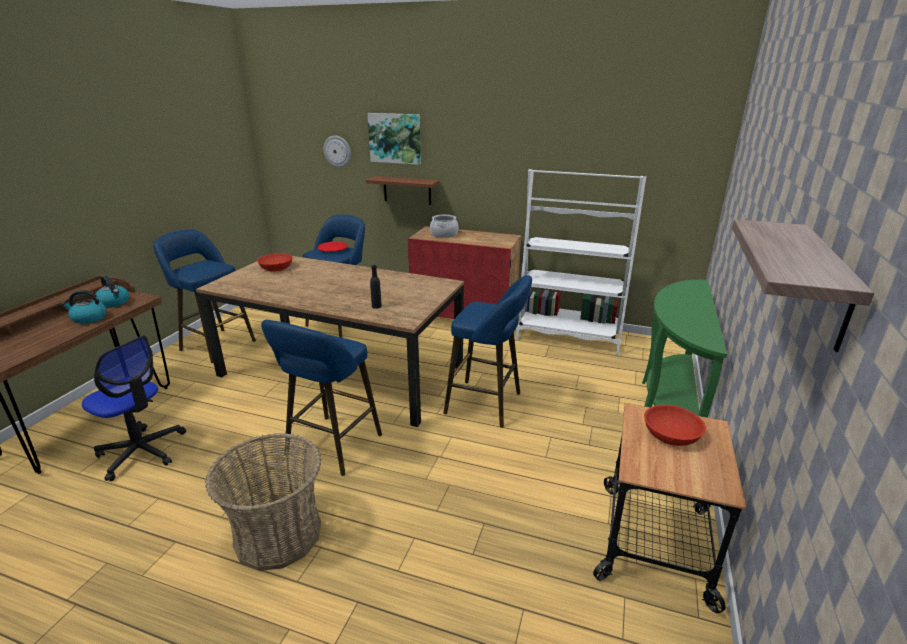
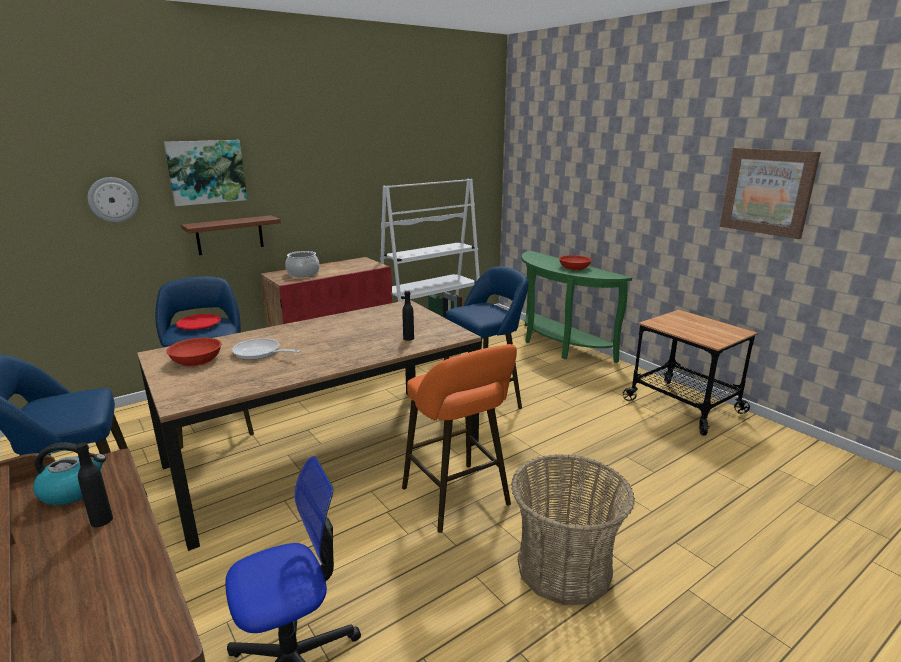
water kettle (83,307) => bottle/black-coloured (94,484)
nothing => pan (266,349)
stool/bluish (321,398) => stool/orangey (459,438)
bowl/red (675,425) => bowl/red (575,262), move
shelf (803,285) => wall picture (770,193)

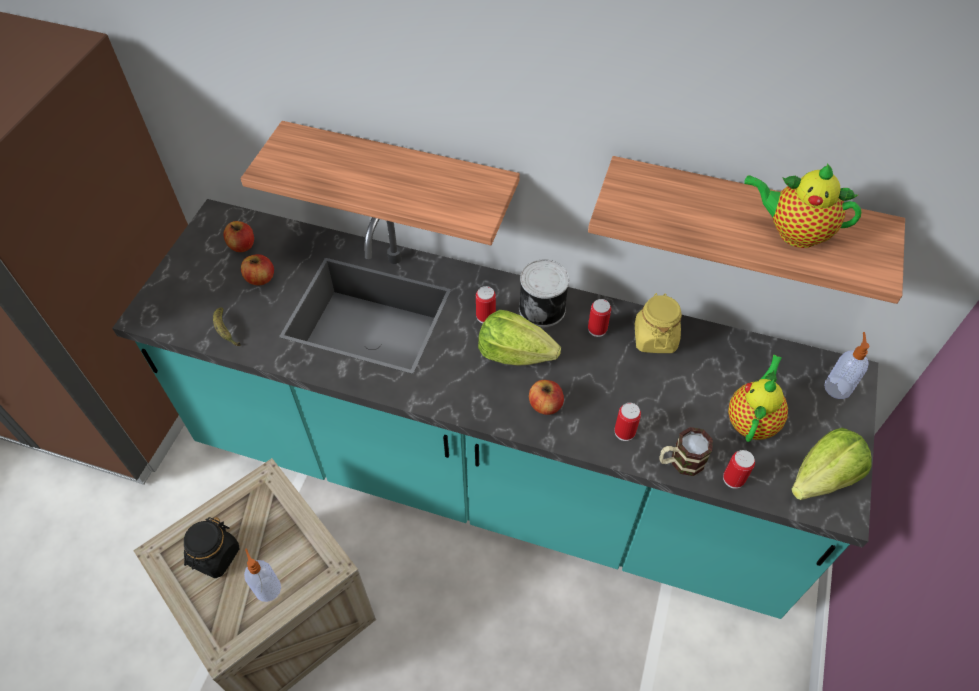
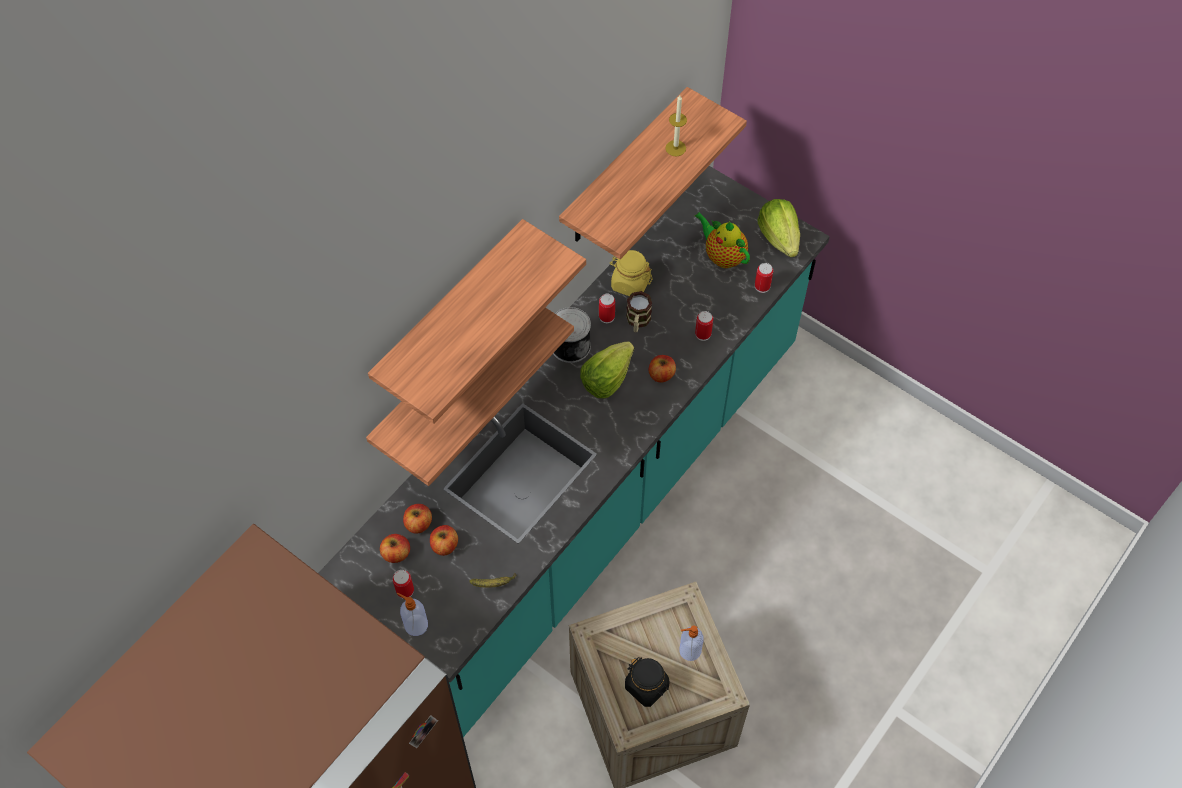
nothing => shelf (477,321)
can (486,304) => can (403,584), move
soap dispenser (846,365) => soap dispenser (412,614), move
nothing => apple (417,519)
tea mug (686,451) => tea mug (639,312), move
tea pot (802,206) => wax candle (676,125)

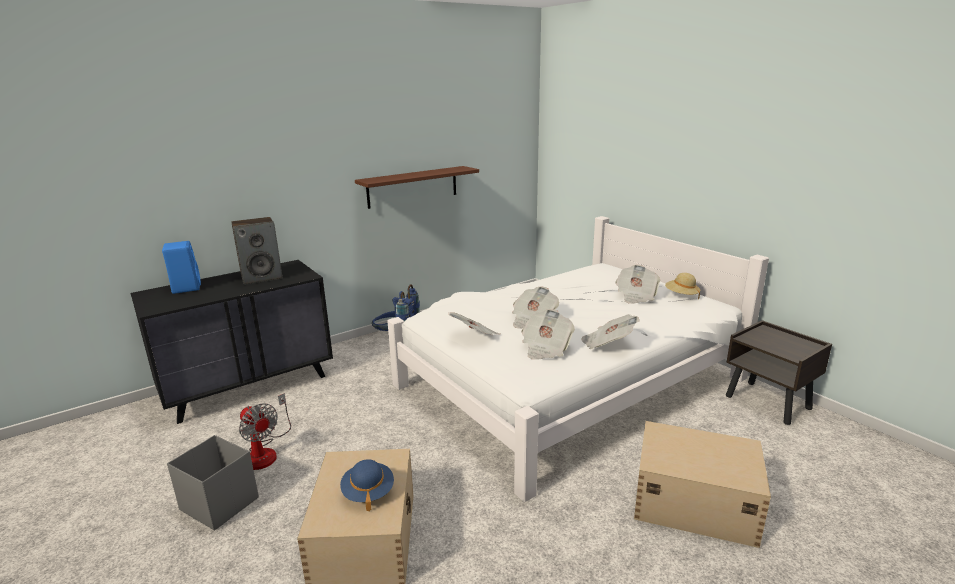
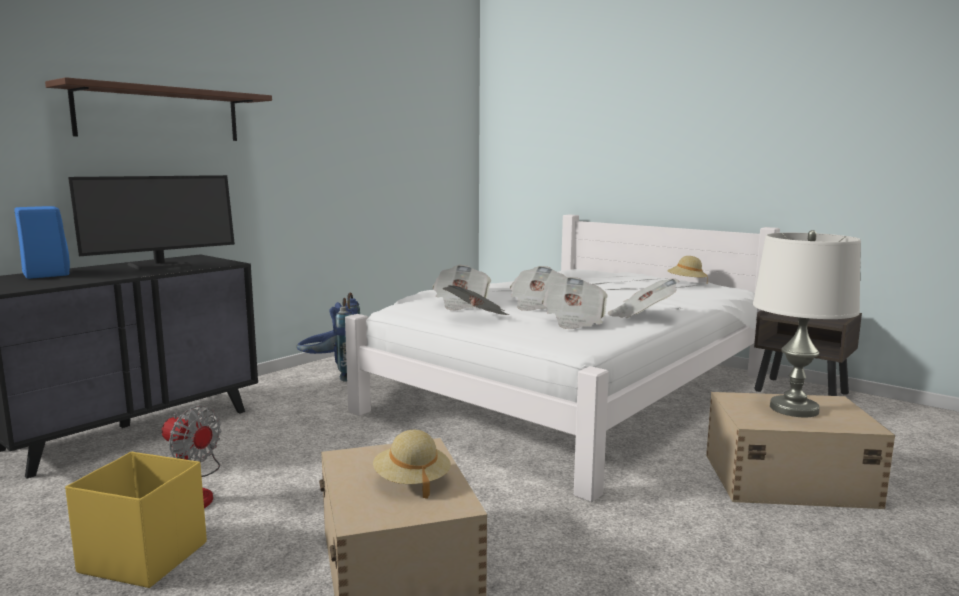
shelf/brown (417,187) => shelf/brown (158,109), move
storage container/grey (213,483) => storage container/yellow-coloured (136,520)
loudspeaker (257,251) => computer screen (151,223)
hat/bluish (367,485) => hat/sand-coloured (412,464)
newspaper (637,284) => newspaper (461,287), move
nothing => tabletop lamp/whitish (807,323)

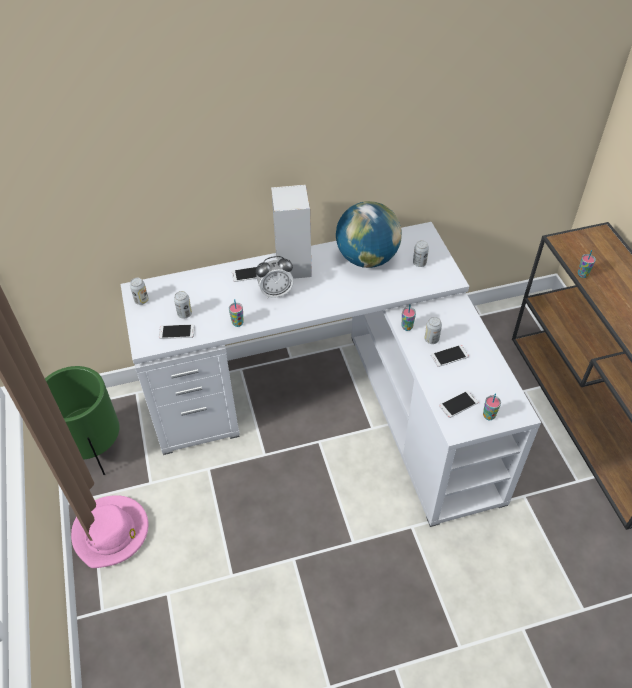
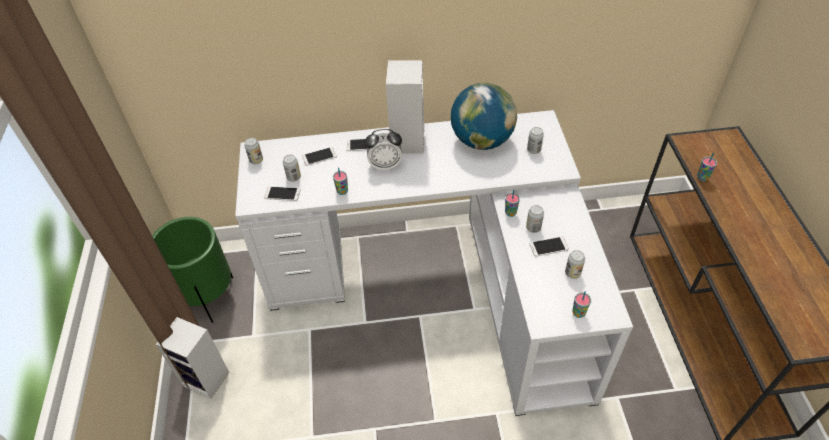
hat/pink-coloured (109,531) => loudspeaker (192,358)
telephone (458,404) => telephone (319,156), move
nothing => can (575,264)

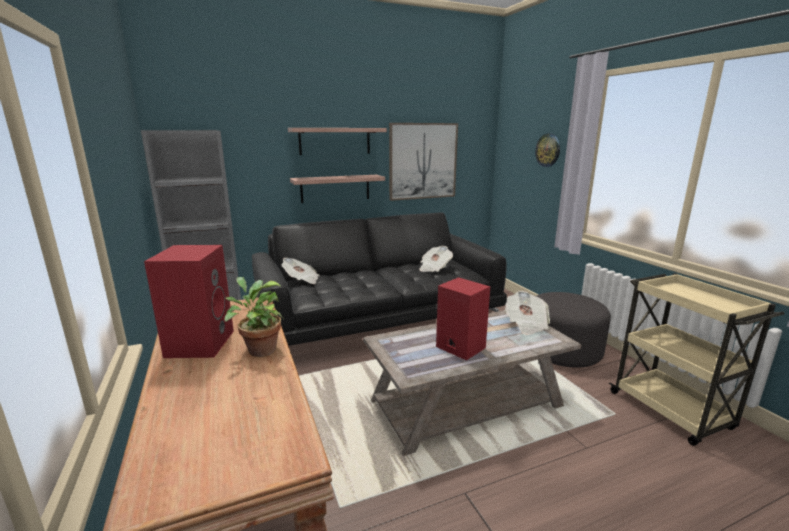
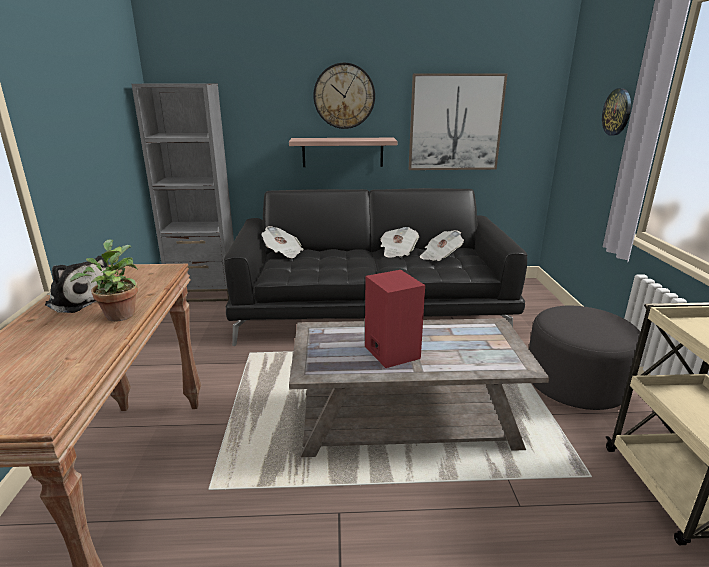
loudspeaker/red (189,301) => cuddly toy (76,284)
shelf (337,141) => wall clock (344,96)
newspaper (527,313) => newspaper (399,242), move

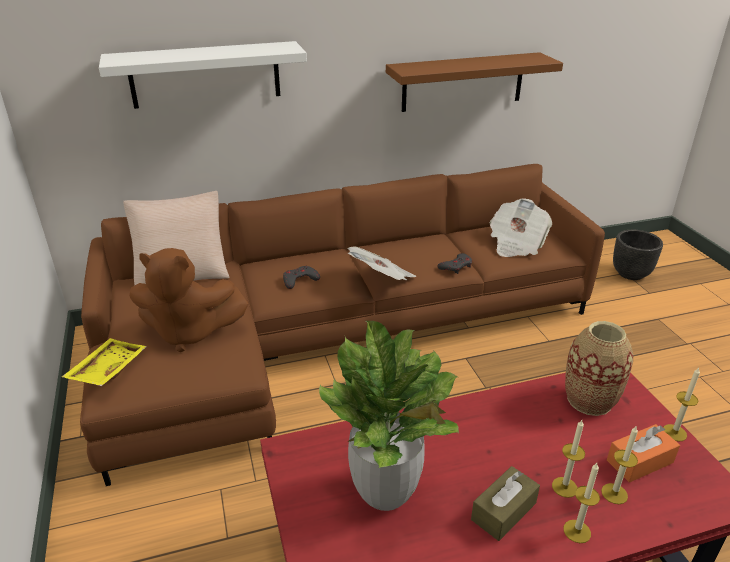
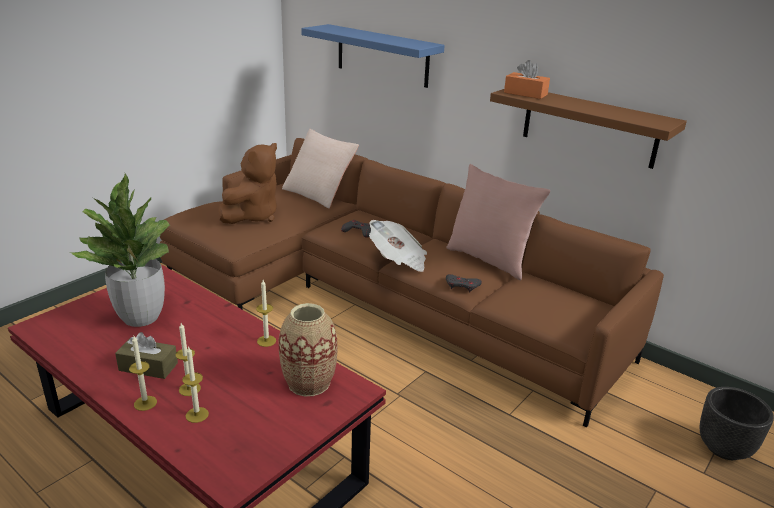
cuddly toy/brown (188,300) => cuddly toy/brown (247,183), 120 degrees counterclockwise
wax candle (681,405) => wax candle (266,313), move
shelf/whitish (203,75) => shelf/bluish (373,56)
nothing => throw pillow/pink-coloured (498,222)
tissue box/orangey (643,453) => tissue box/orangey (527,79), move
serving tray/yellow-coloured (104,362) => nothing
newspaper (520,227) => nothing

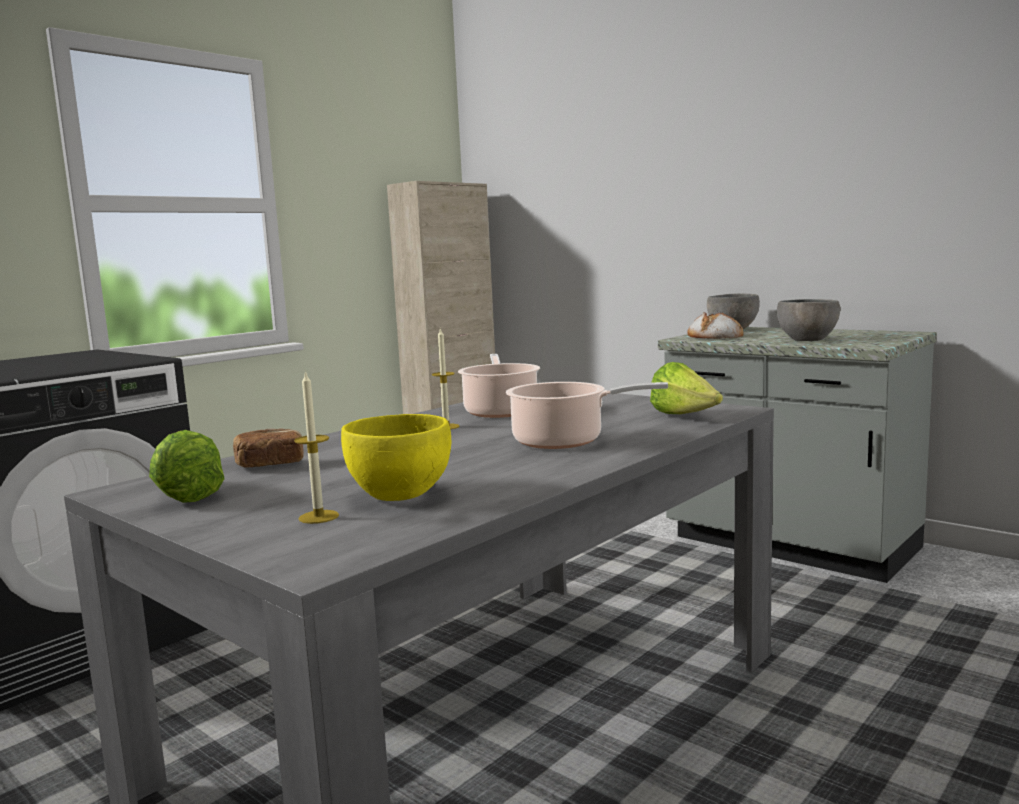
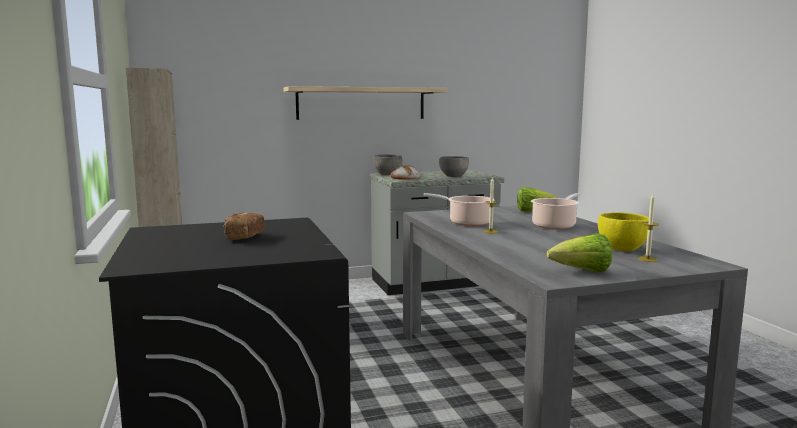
bakery bread (268,448) => bakery bread (244,226), move
nothing => shelf (365,103)

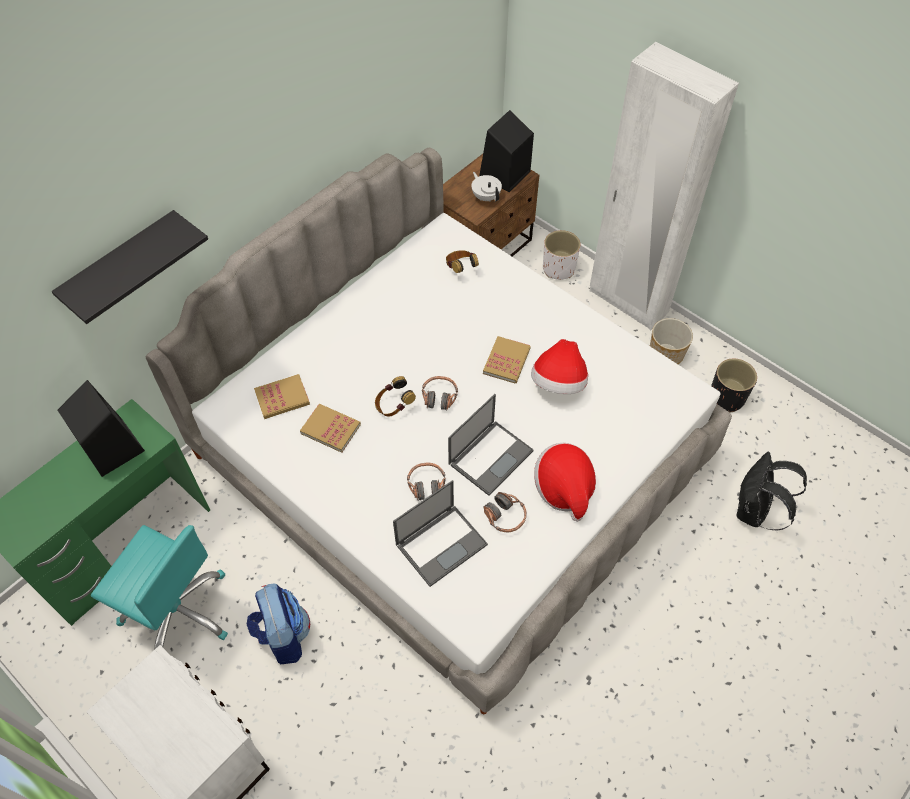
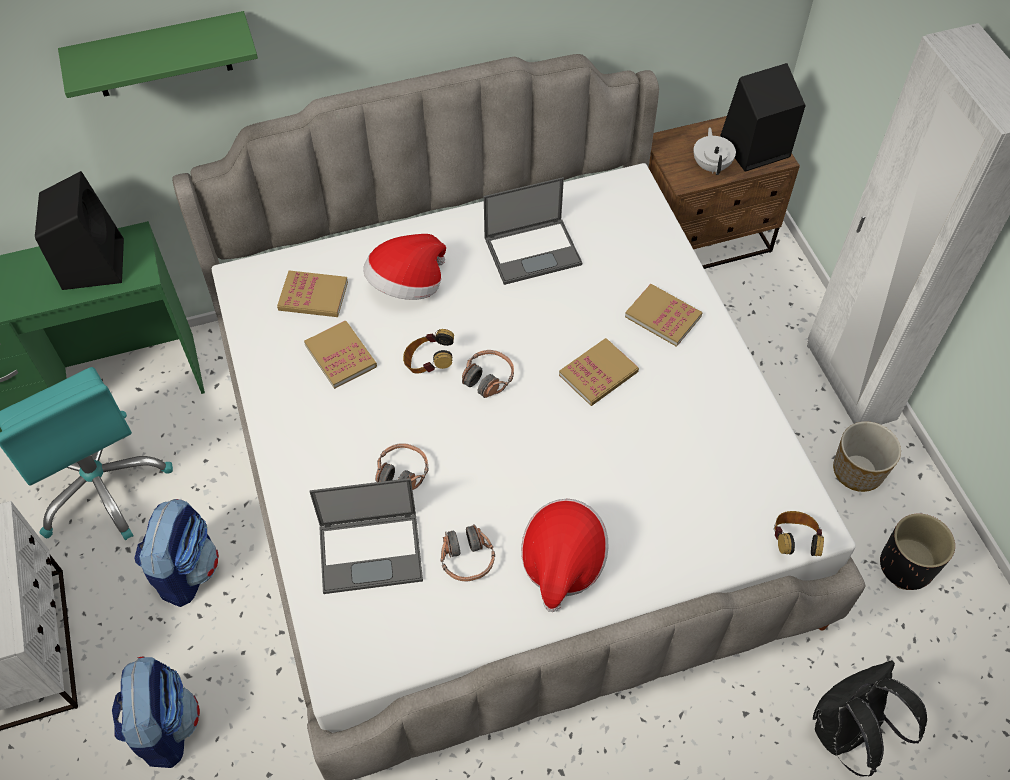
shelf/black-coloured (130,267) => shelf/green-coloured (158,54)
nothing => backpack (156,712)
hat (559,366) => hat (404,267), move
notebook computer (491,445) => notebook computer (533,231), move
nothing => book (664,315)
pair of headphones (462,261) => pair of headphones (799,533), move
planter/whitish (562,255) => nothing

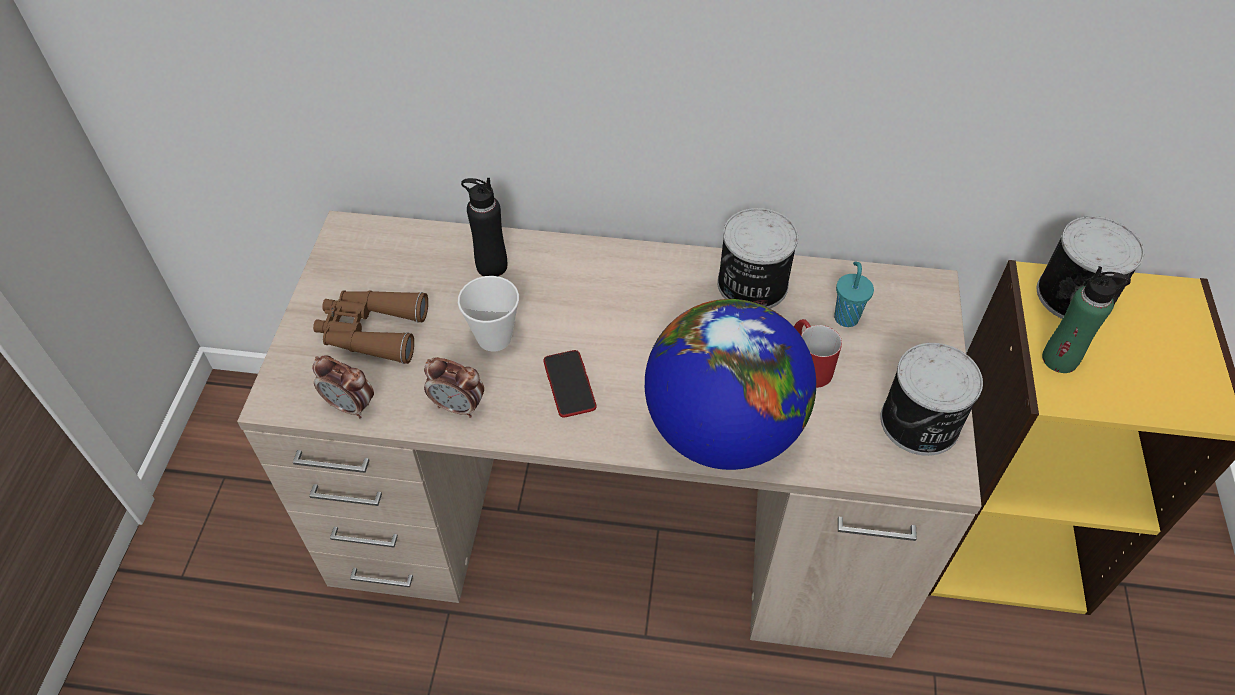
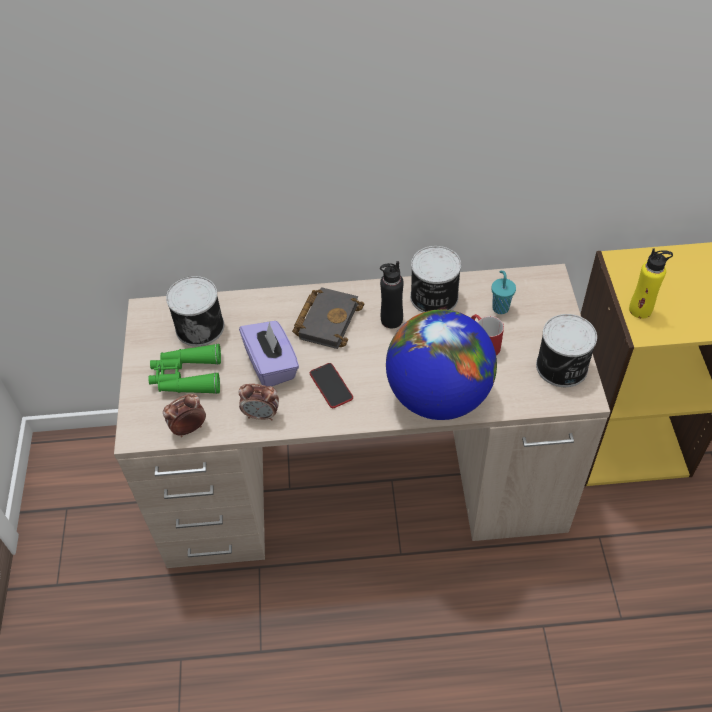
binoculars/brown (370,327) => binoculars/green-coloured (185,369)
table clock (343,386) => table clock (184,415), 135 degrees clockwise
can (1090,267) => can (195,311), move
drinking cup (488,314) => tissue box/purplish (269,354)
nothing => book/black-coloured (328,318)
bottle/black-coloured (484,227) => bottle/black-coloured (392,294), move
bottle/green-coloured (1086,319) => bottle/yellow-coloured (651,283)

